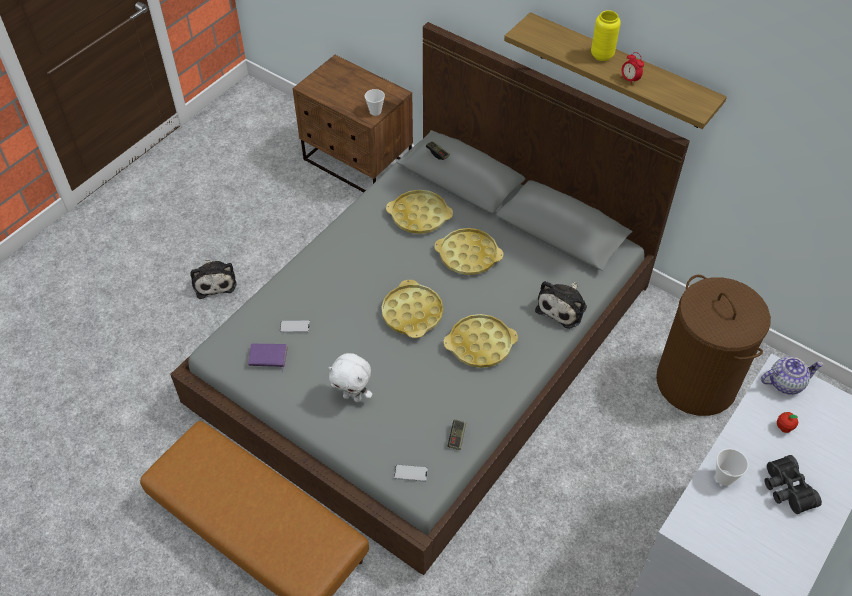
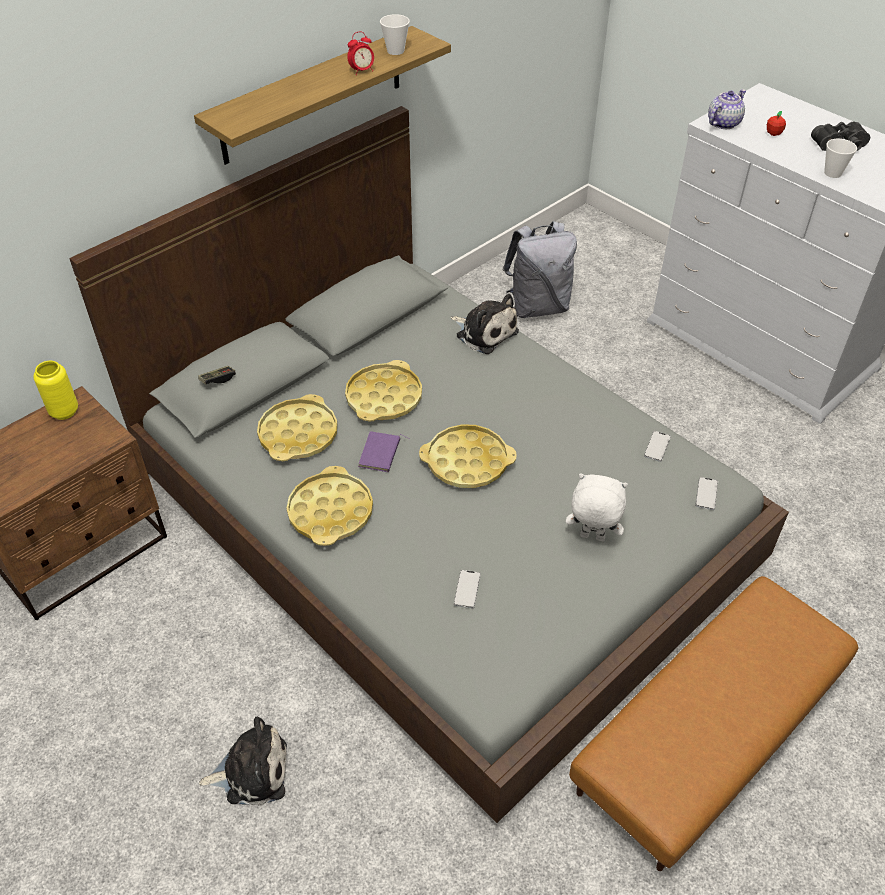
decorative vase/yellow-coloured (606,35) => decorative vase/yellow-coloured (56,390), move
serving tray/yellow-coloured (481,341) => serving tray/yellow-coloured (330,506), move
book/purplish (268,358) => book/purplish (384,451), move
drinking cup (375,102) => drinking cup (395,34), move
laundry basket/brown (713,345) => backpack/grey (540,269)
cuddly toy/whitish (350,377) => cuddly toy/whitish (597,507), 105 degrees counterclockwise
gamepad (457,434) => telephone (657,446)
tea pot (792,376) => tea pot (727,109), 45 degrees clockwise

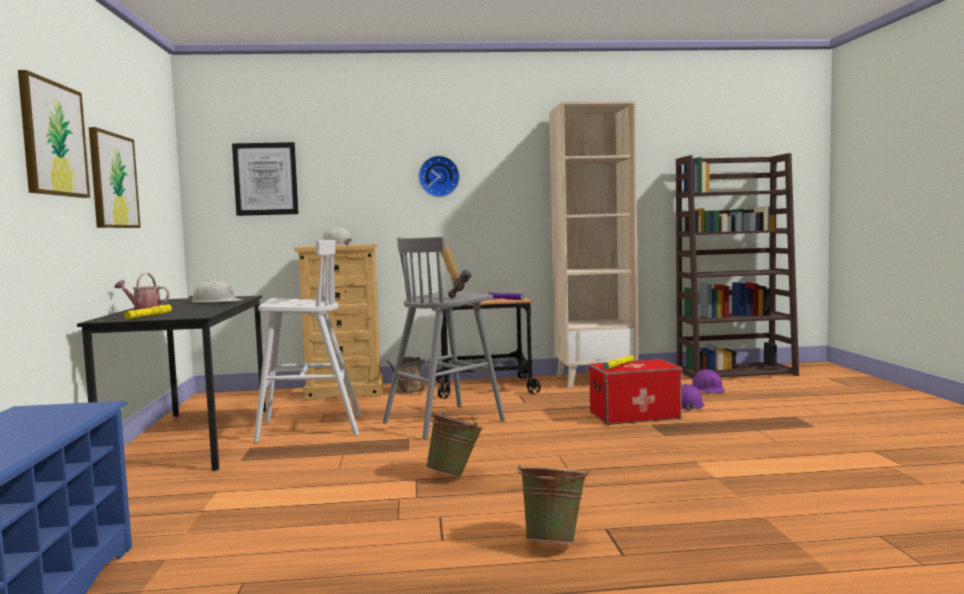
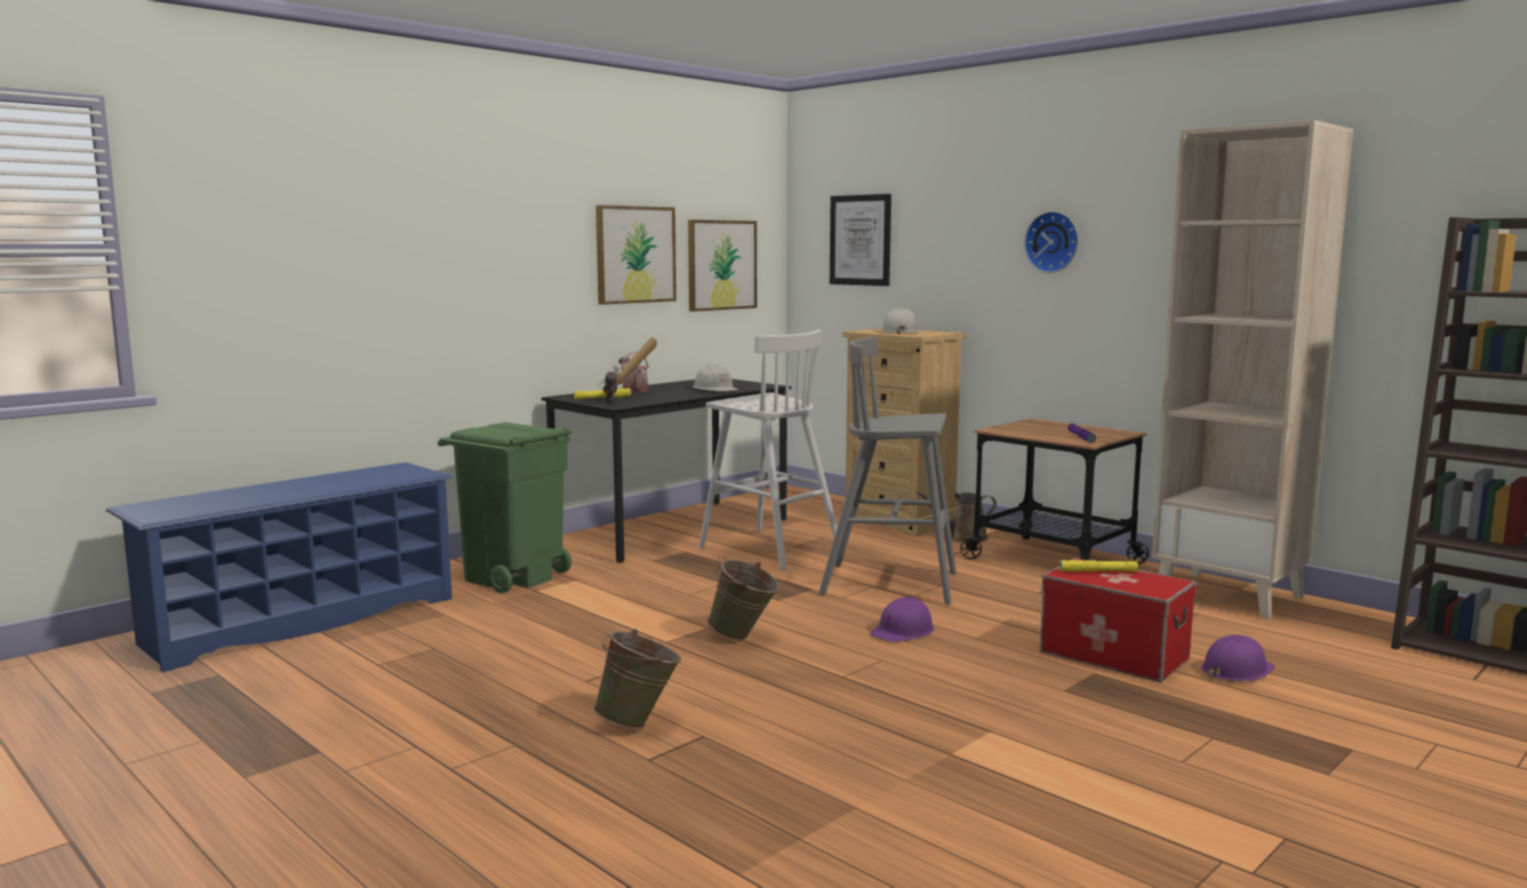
nothing => rubbish bin/green-coloured (505,507)
hammer (456,271) => hammer (630,370), move
wall picture (54,134) => wall picture (722,266), move
safety helmet/purplish (708,381) => safety helmet/purplish (902,619), move

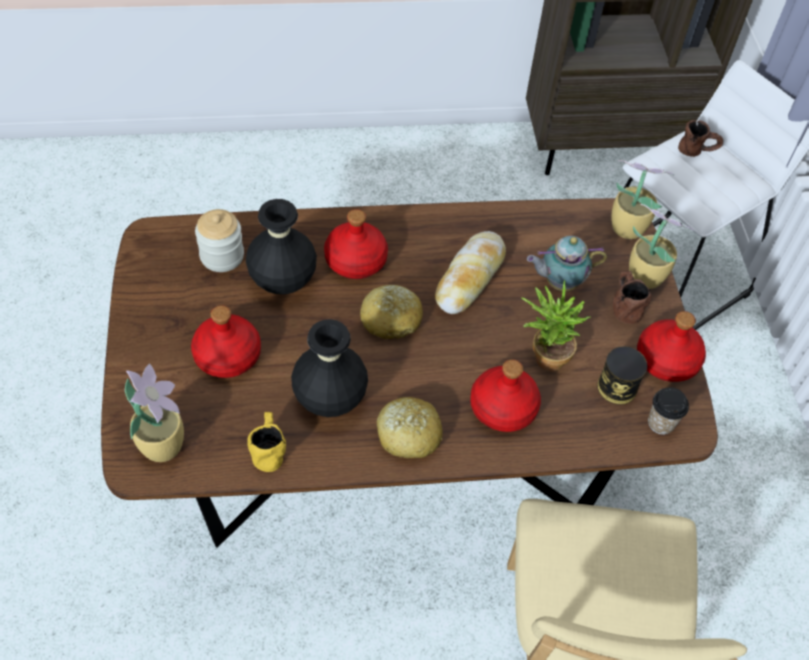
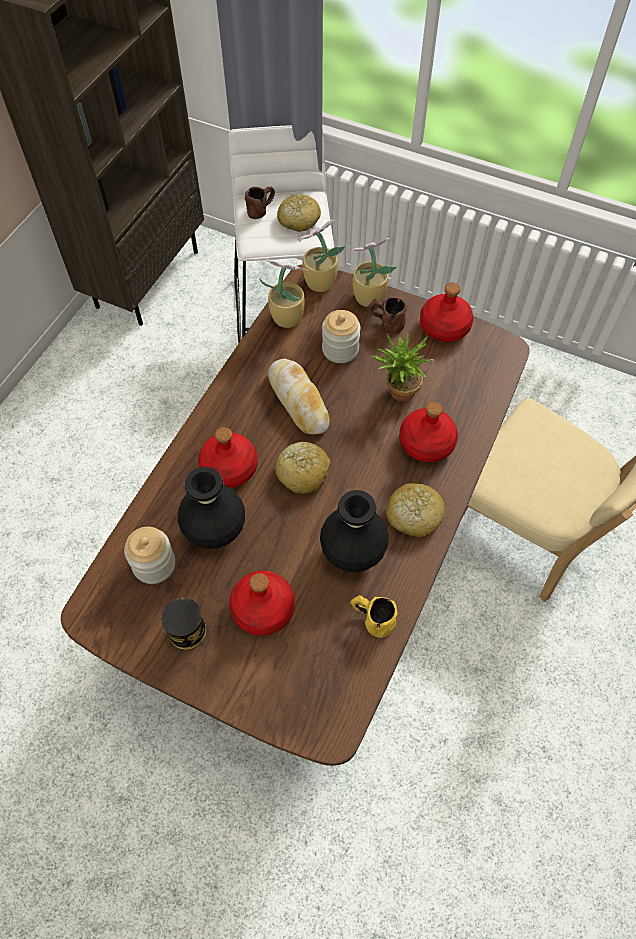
can (622,375) => can (184,624), move
plant in a pot (154,413) => plant in a pot (284,293), move
nothing => bakery bread (299,213)
tea pot (567,263) => storage jar (341,336)
drinking cup (668,411) => nothing

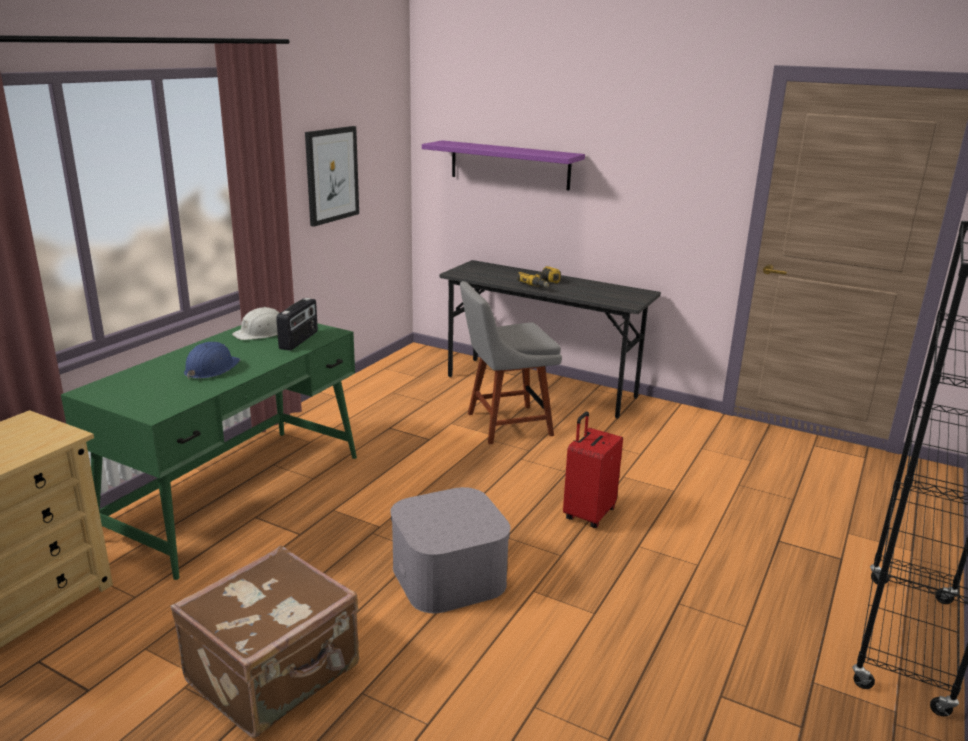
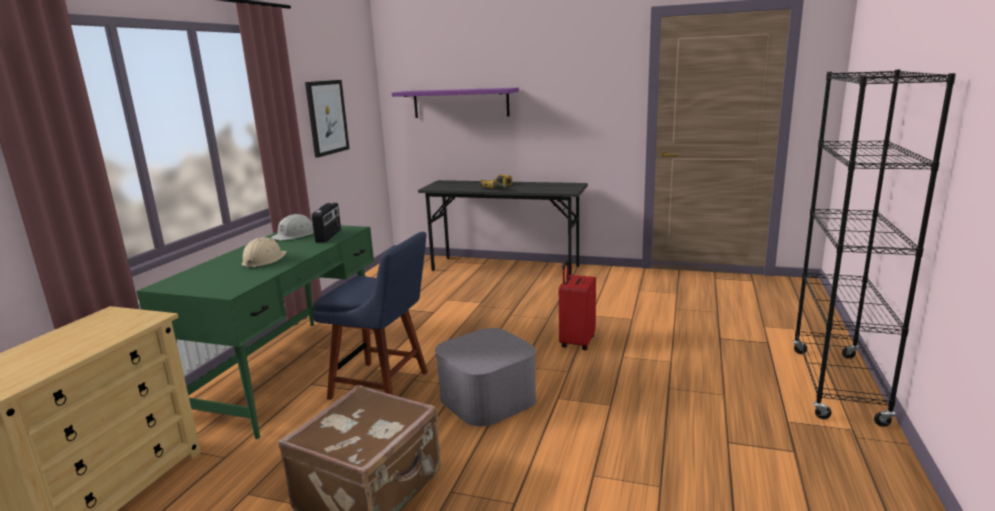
safety helmet/bluish (212,360) => safety helmet/sand-coloured (264,253)
nothing => upright chair/bluish (370,316)
upright chair/grey (511,362) => nothing

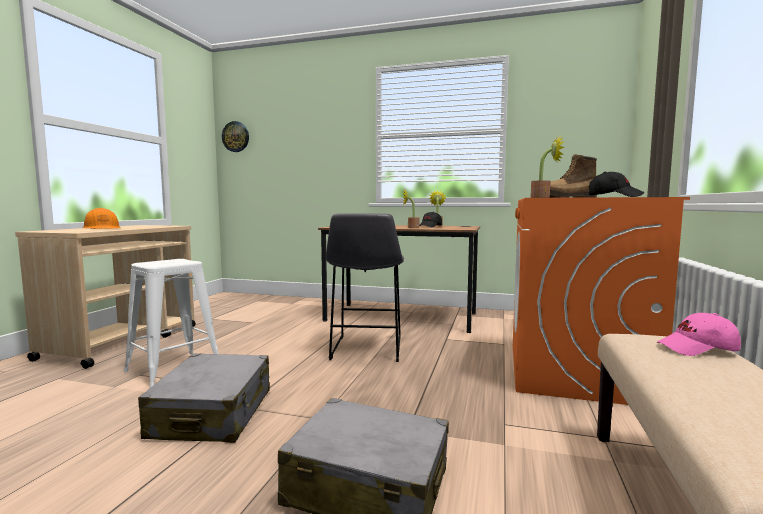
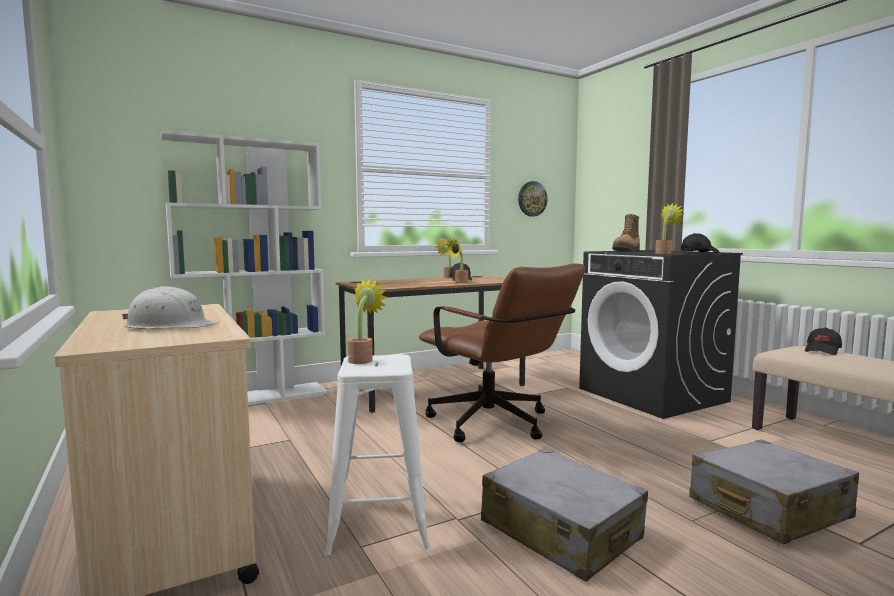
safety helmet/orangey (101,218) => safety helmet/whitish (170,307)
nothing => shelving unit/whitish (244,267)
nothing => plant in a pot (368,321)
stool/grey (365,287) => computer chair/brown (502,352)
wall clock (235,136) => wall clock (532,199), move
washing machine/orangey (601,301) => washing machine/black-coloured (661,334)
baseball cap/pink-coloured (698,334) => baseball cap/black-coloured (823,341)

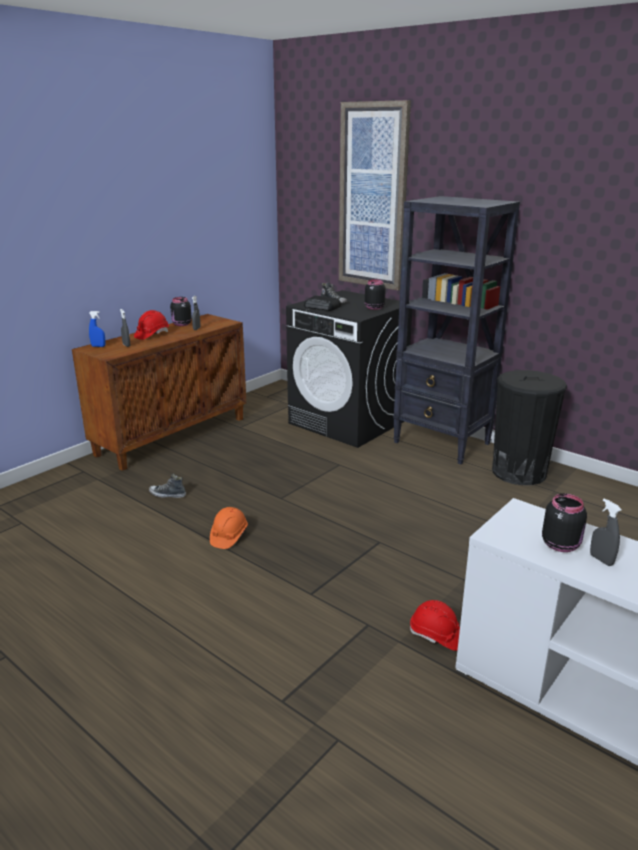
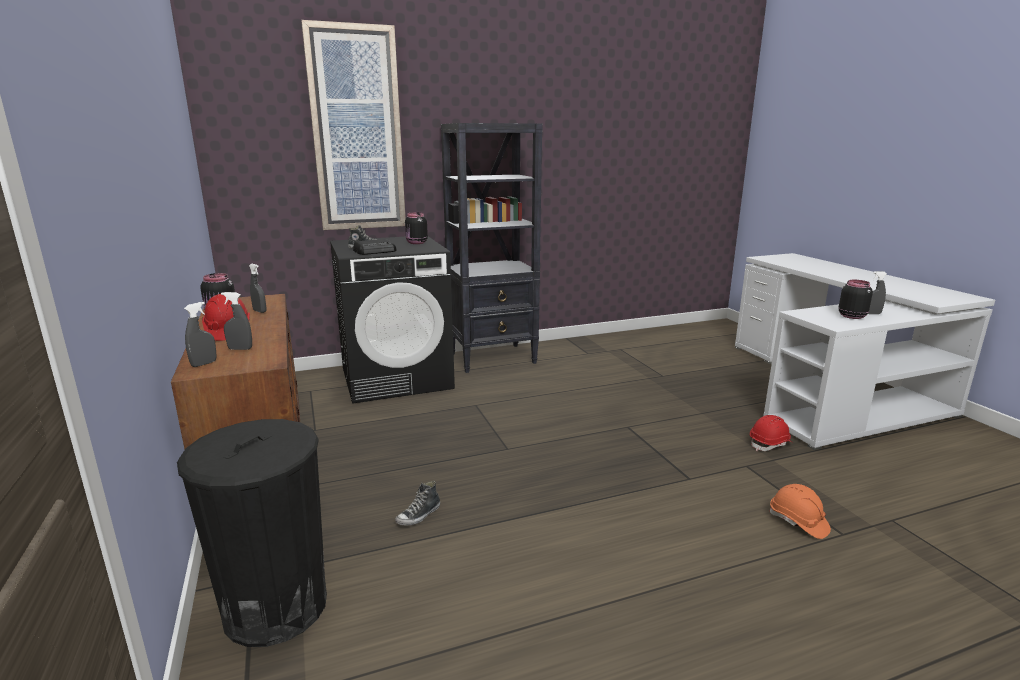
rubbish bin/black-coloured (529,427) => rubbish bin/black-coloured (252,533), move
spray bottle/bluish (97,329) => spray bottle/grey (200,334)
safety helmet/orangey (229,528) => safety helmet/orangey (800,511), move

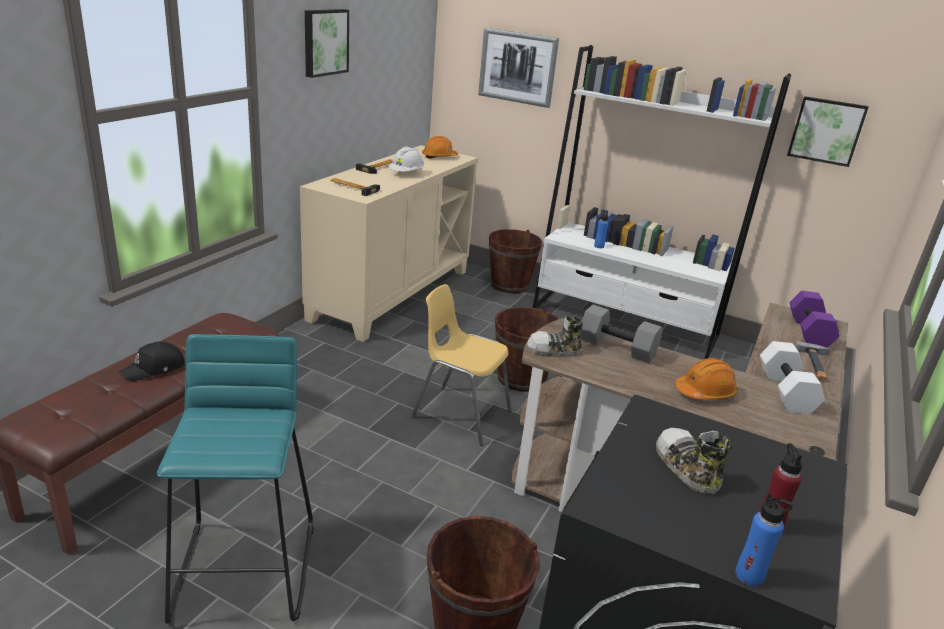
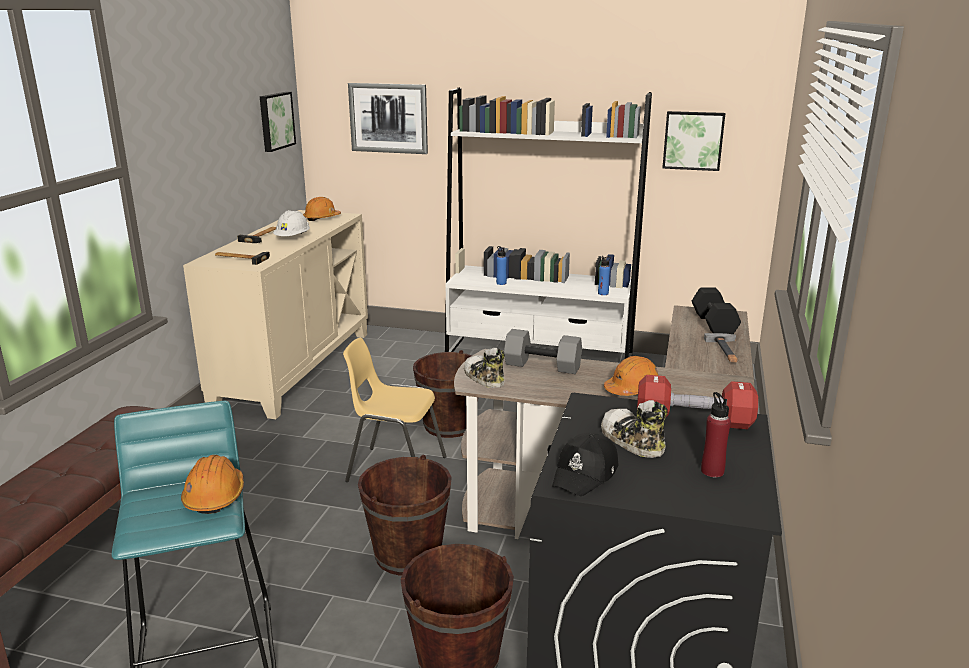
nothing => safety helmet/orangey (212,484)
wall picture (327,43) => wall picture (278,122), move
bucket/brown (515,261) => bucket/brown (405,515), move
item of footwear (555,336) => item of footwear (484,368), 75 degrees clockwise
baseball cap/black-coloured (151,361) => baseball cap/black-coloured (585,464), move
bottle/bluish (764,539) => bottle/bluish (604,275), move
nothing => free weight/red (697,402)
free weight/purplish (814,319) => free weight/black-coloured (716,310)
free weight/whitish (792,378) => nothing

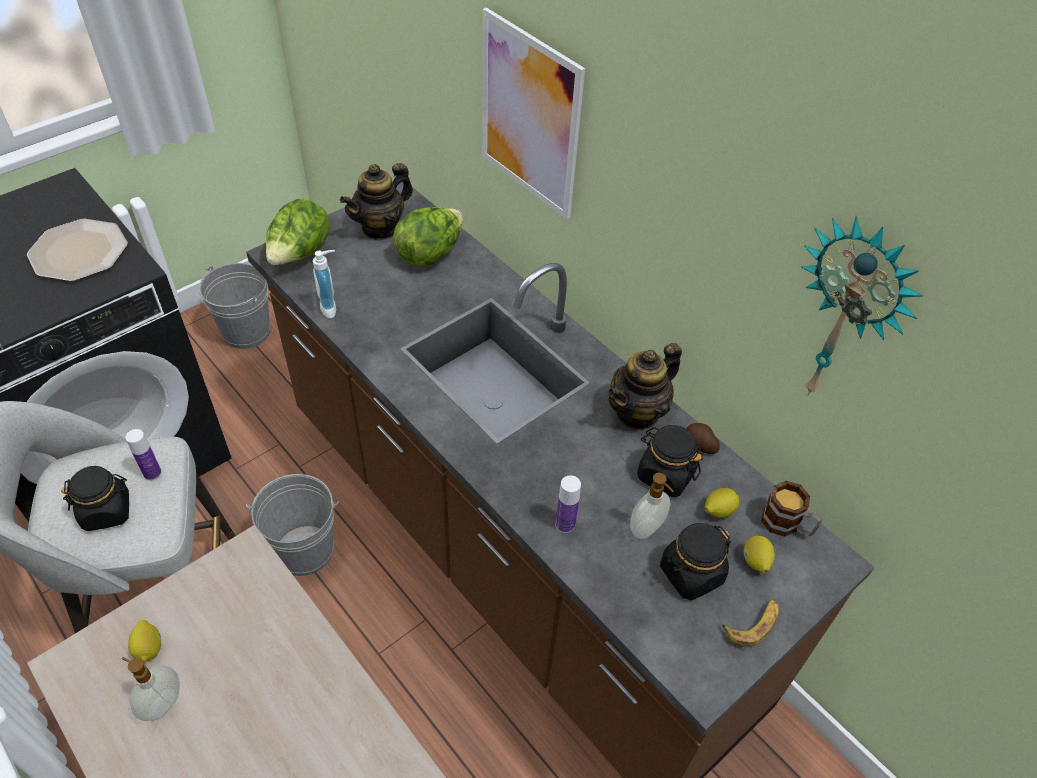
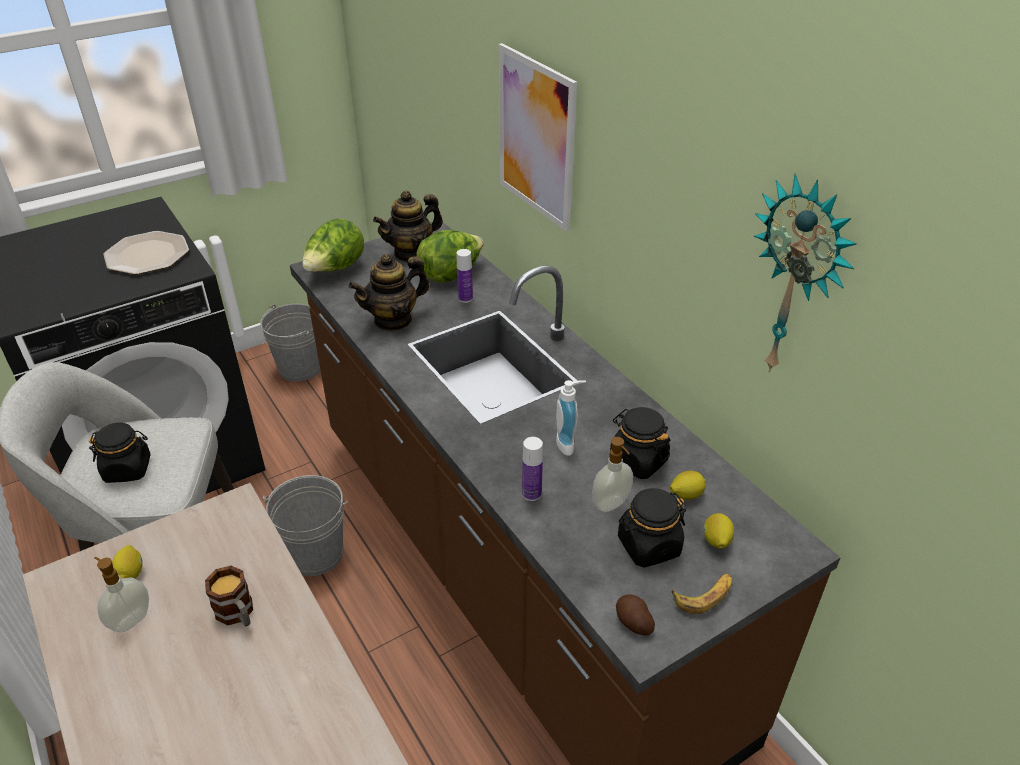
tea mug (791,509) => tea mug (229,595), move
tea pot (645,387) => tea pot (388,292), move
bottle (144,454) => bottle (464,276), move
soap dispenser (324,284) => soap dispenser (571,418), move
potato (703,438) => potato (635,615), move

